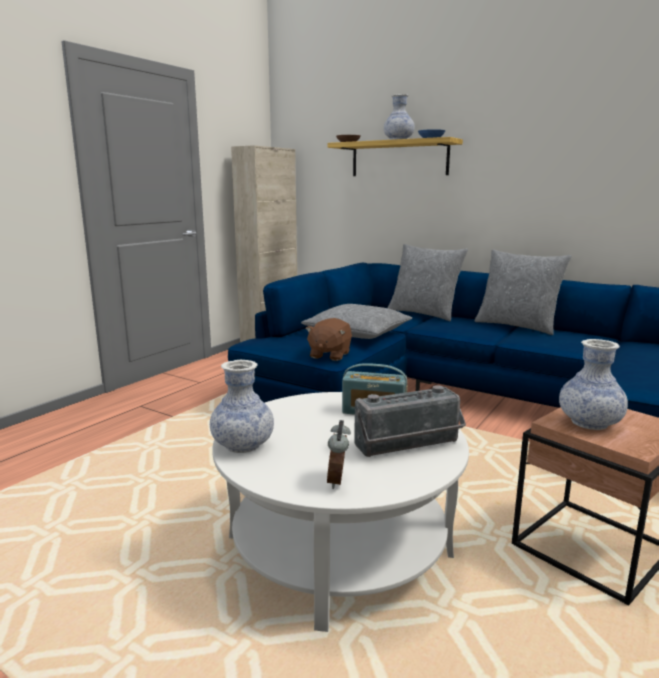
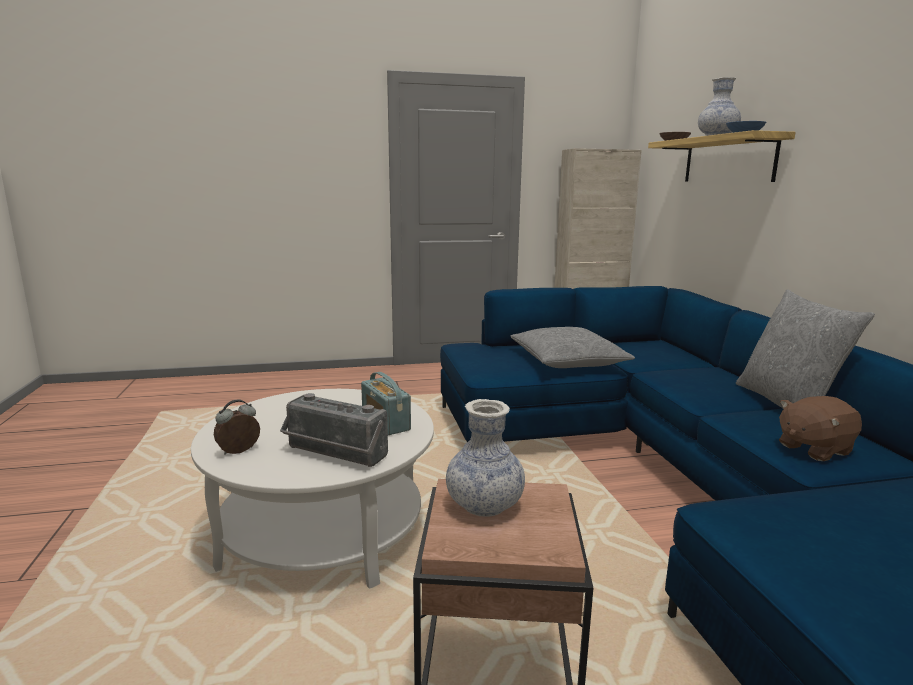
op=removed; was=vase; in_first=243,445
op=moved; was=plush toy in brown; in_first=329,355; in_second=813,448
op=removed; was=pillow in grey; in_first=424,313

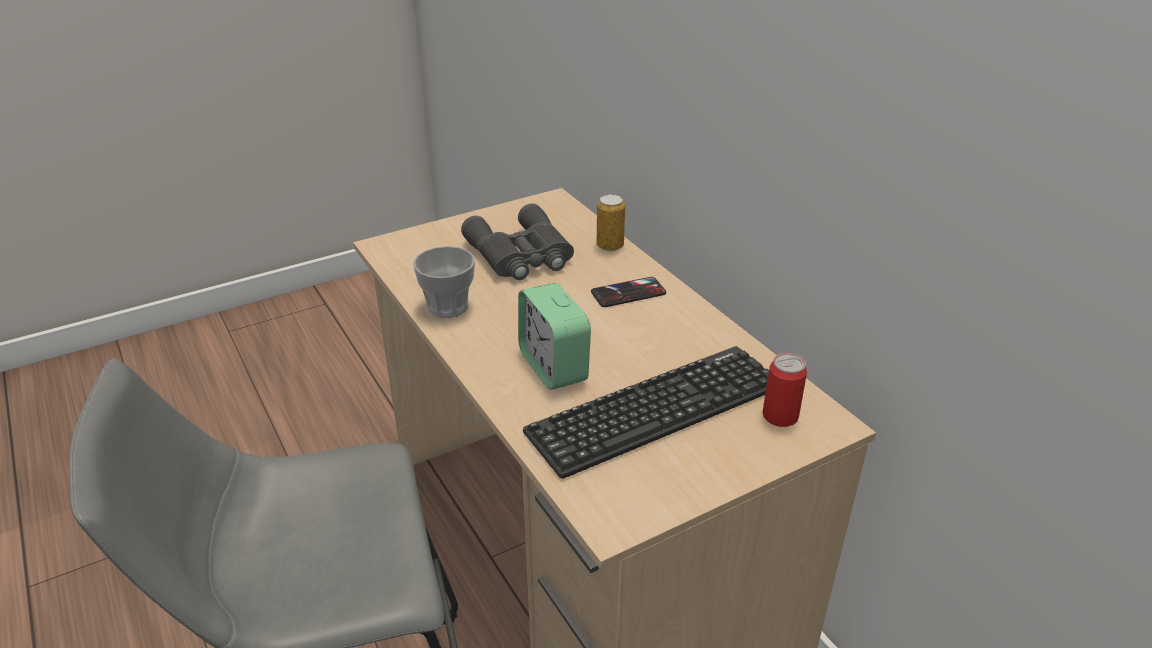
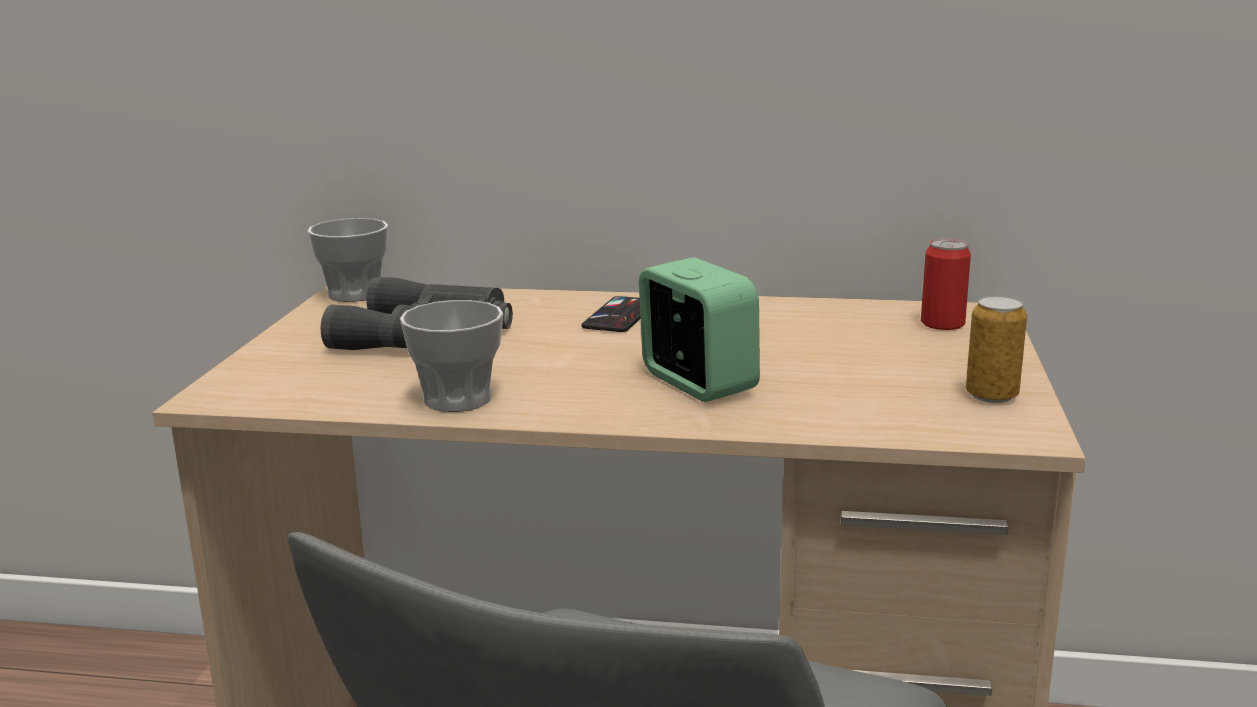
op=turned; was=alarm clock; in_first=553,367; in_second=697,383; clockwise=-135
op=removed; was=keyboard; in_first=656,409
op=moved; was=can; in_first=610,246; in_second=991,395
op=added; now=cup; in_second=354,294

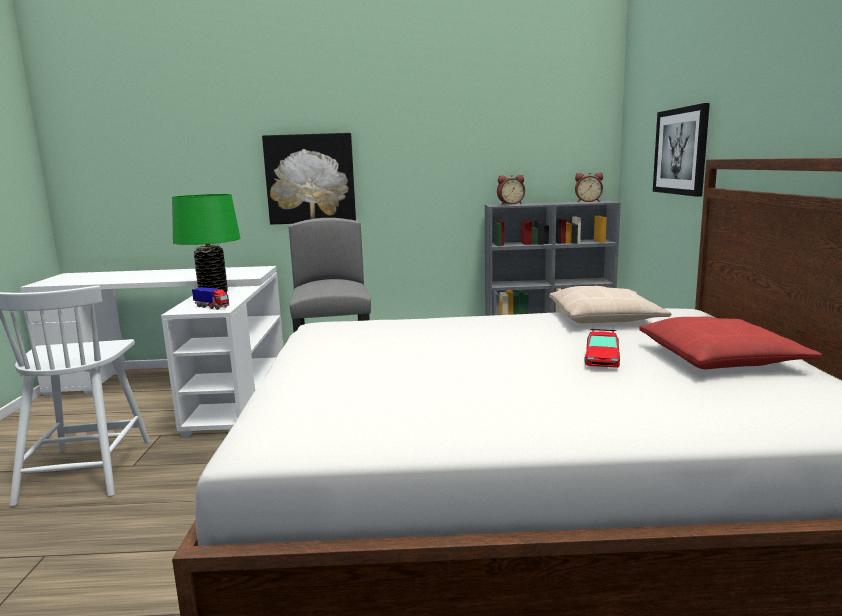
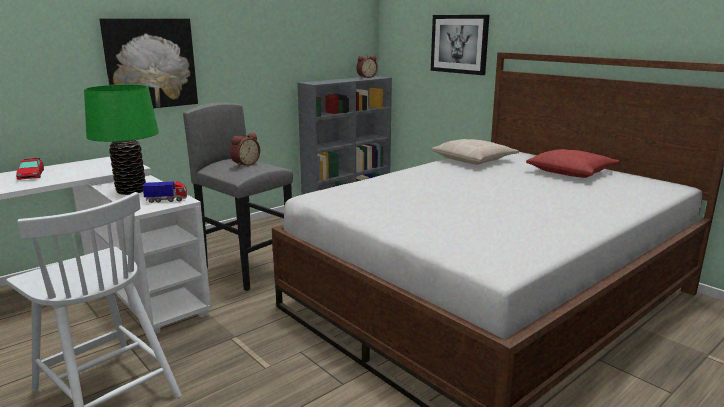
op=moved; was=alarm clock; in_first=510,204; in_second=244,164
op=moved; was=toy car; in_first=601,358; in_second=31,175

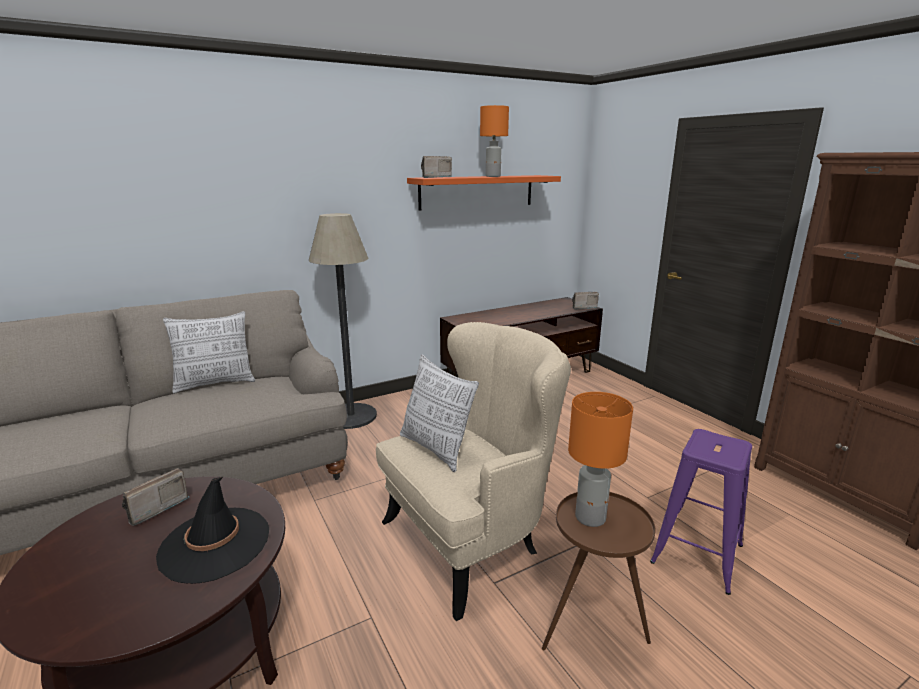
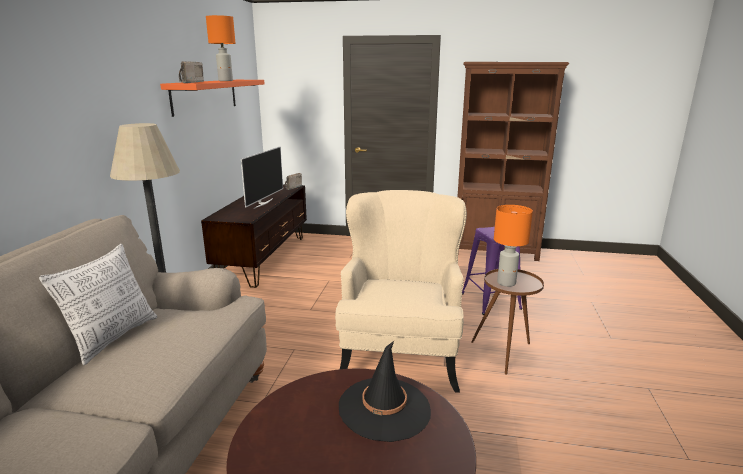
op=removed; was=radio; in_first=154,509
op=removed; was=pillow; in_first=436,448
op=added; now=television; in_second=263,203

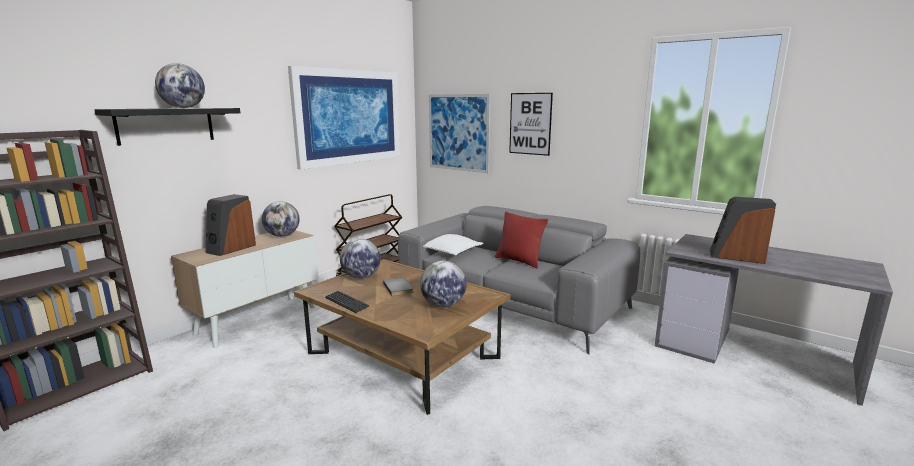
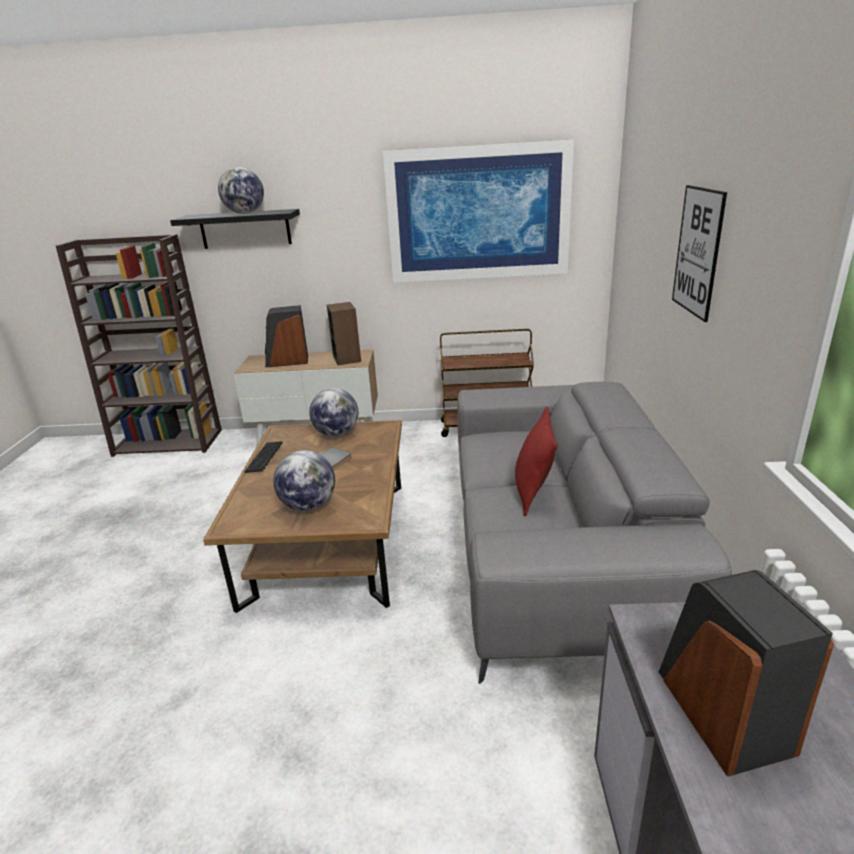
op=replaced; was=globe; now=speaker; in_first=282,235; in_second=347,358
op=removed; was=pillow in white; in_first=451,251
op=removed; was=picture; in_first=458,132

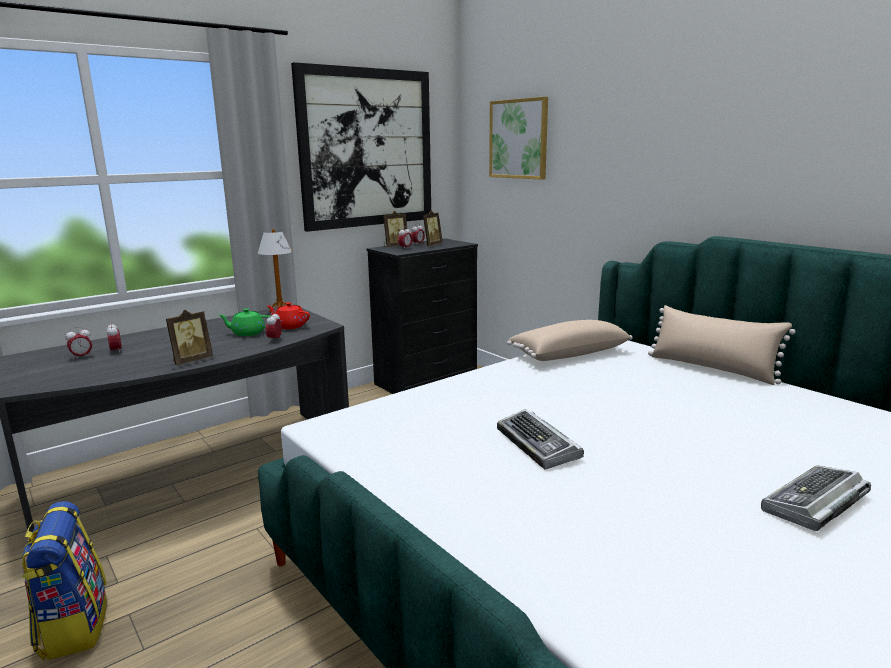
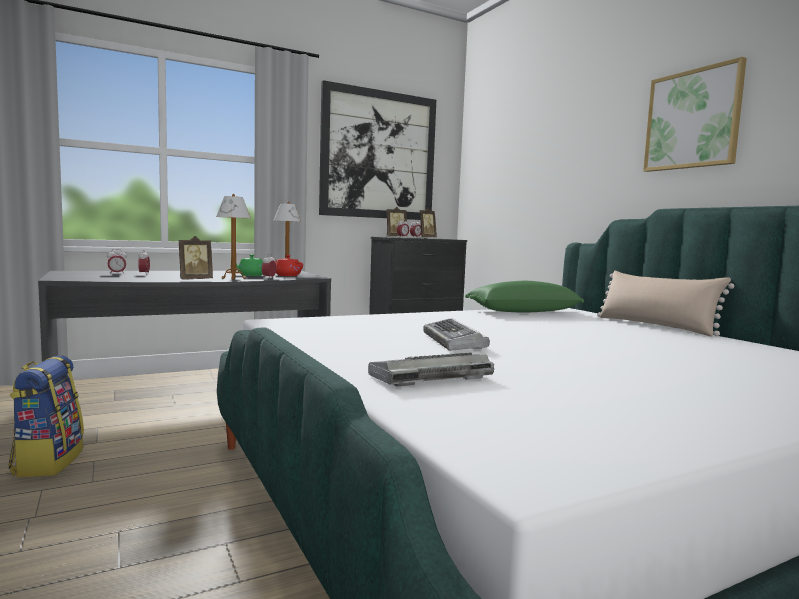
op=moved; was=picture; in_first=519,139; in_second=692,119
op=recoloured; was=pillow in beige; now=pillow in green; in_first=568,353; in_second=522,311
op=moved; was=keyboard; in_first=814,504; in_second=429,378
op=added; now=table lamp; in_second=233,278

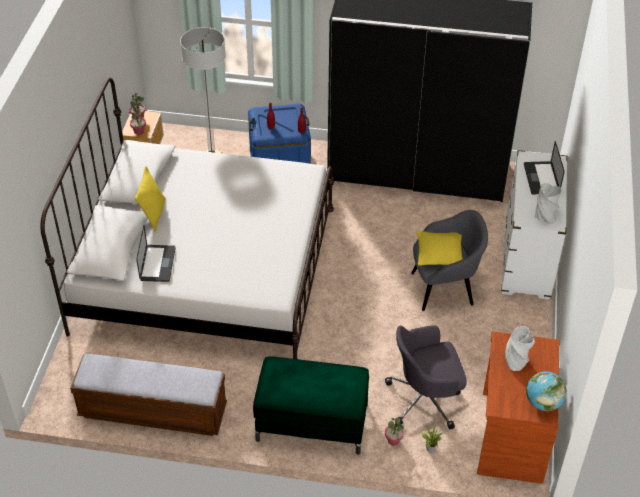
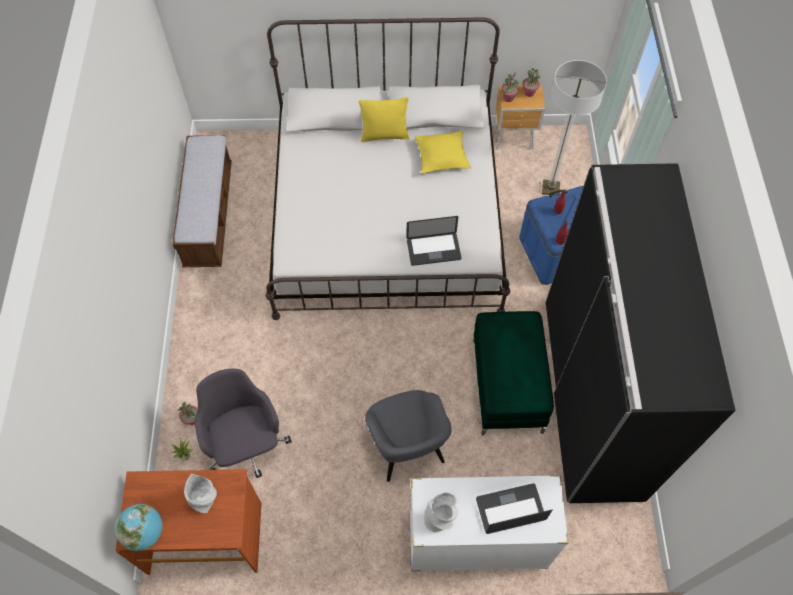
op=moved; was=laptop; in_first=157,264; in_second=433,250
op=moved; was=ottoman in green; in_first=311,423; in_second=506,384
op=moved; was=pillow in yellow; in_first=439,253; in_second=441,156

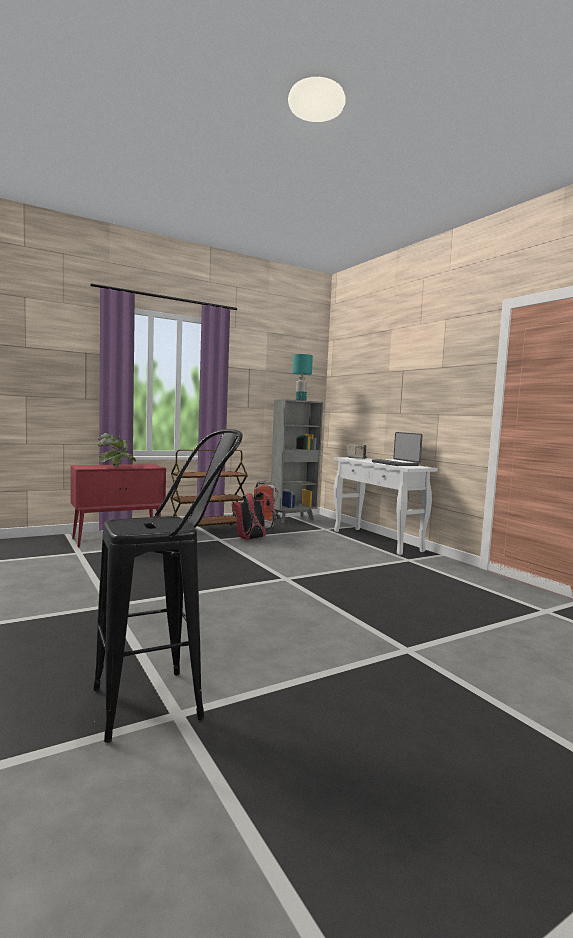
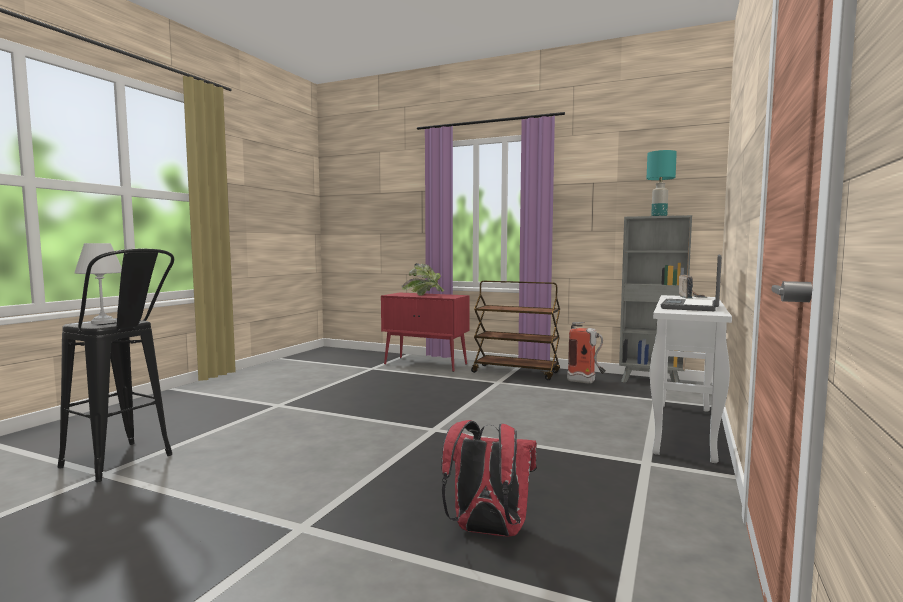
op=moved; was=backpack in red; in_first=251,539; in_second=487,531
op=added; now=table lamp in white; in_second=101,322

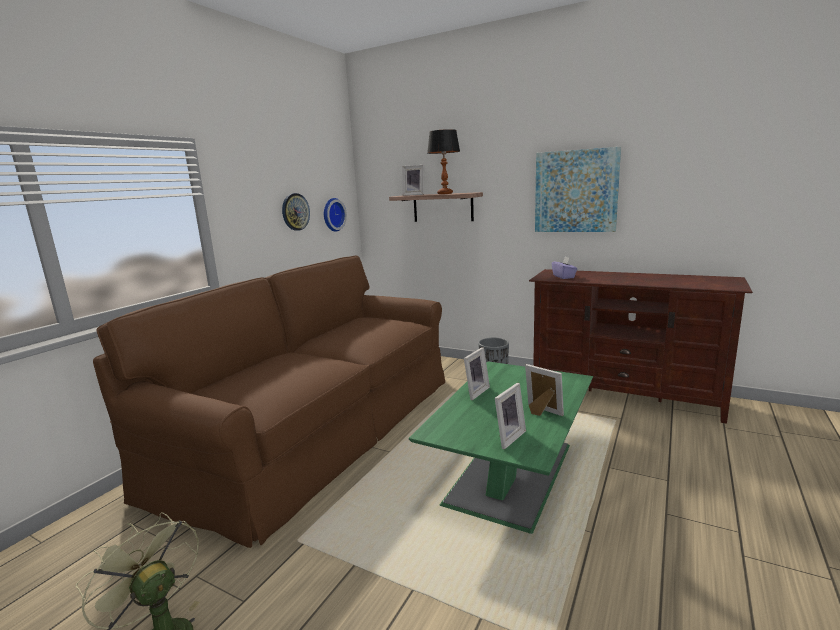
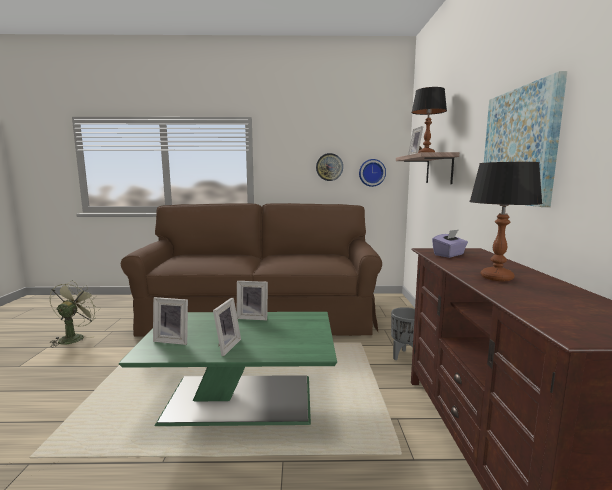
op=added; now=table lamp; in_second=497,278

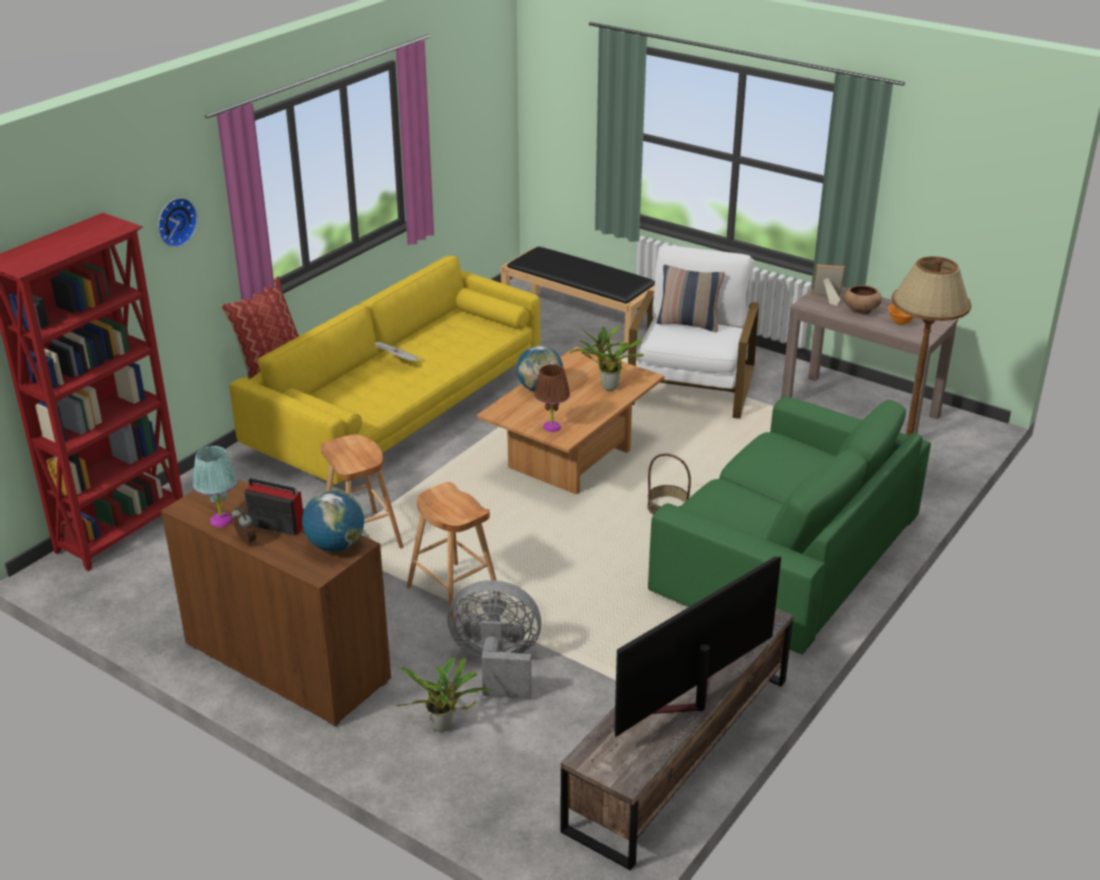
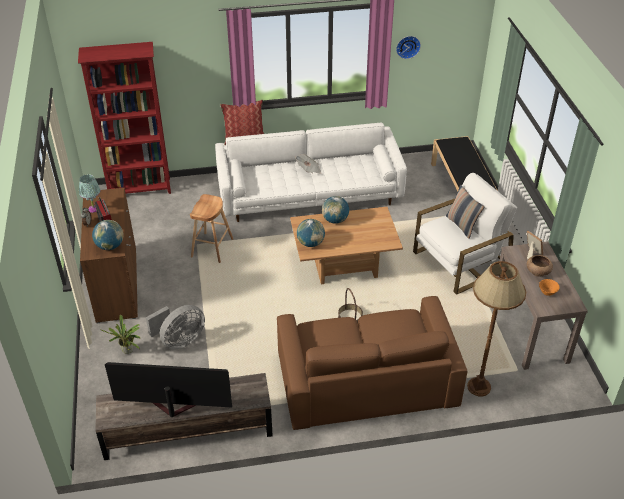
op=moved; was=wall clock; in_first=174,221; in_second=407,46
op=recoloured; was=sofa in yellow; now=sofa in white; in_first=399,411; in_second=309,194
op=removed; was=stool in brown; in_first=454,593
op=turned; was=fan in grey; in_first=497,665; in_second=179,340; clockwise=90
op=replaced; was=table lamp in brown; now=globe; in_first=552,427; in_second=310,243
op=removed; was=potted plant; in_first=607,386
op=recoloured; was=sofa in green; now=sofa in brown; in_first=785,555; in_second=366,379

